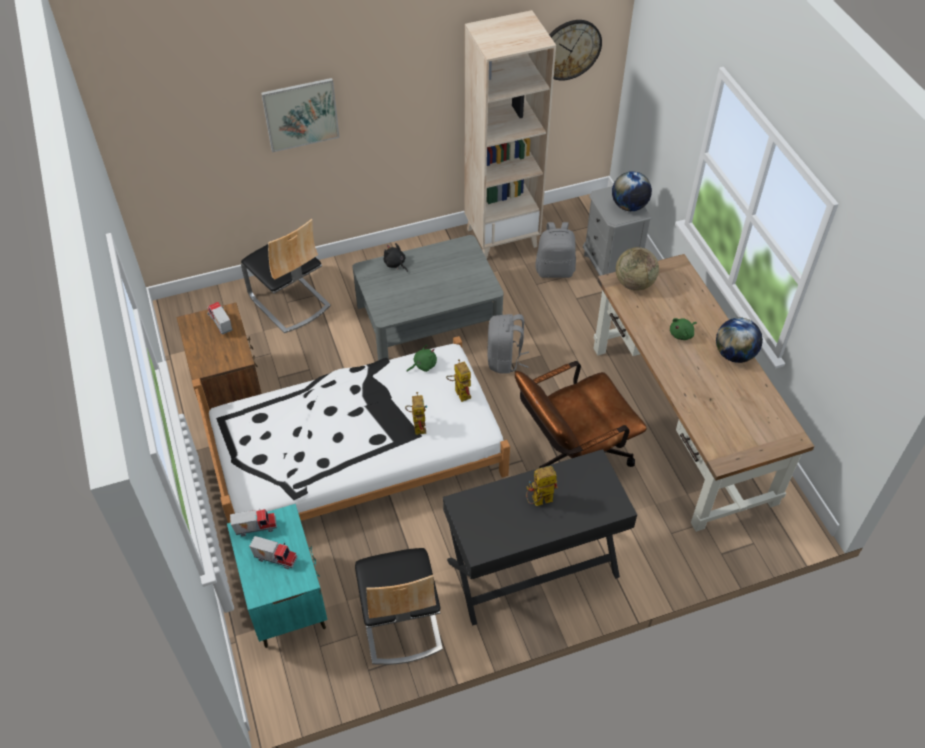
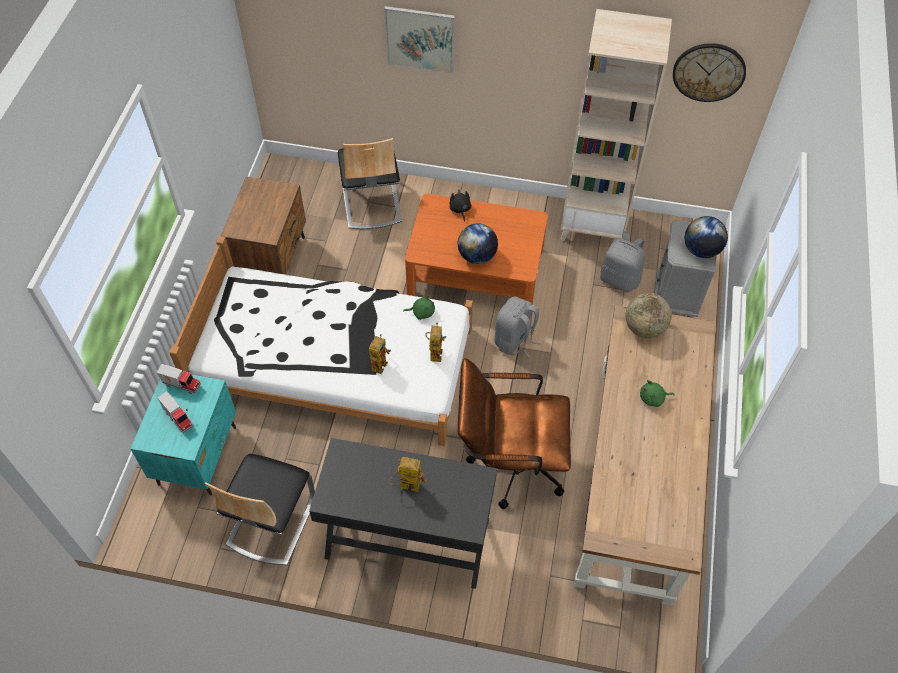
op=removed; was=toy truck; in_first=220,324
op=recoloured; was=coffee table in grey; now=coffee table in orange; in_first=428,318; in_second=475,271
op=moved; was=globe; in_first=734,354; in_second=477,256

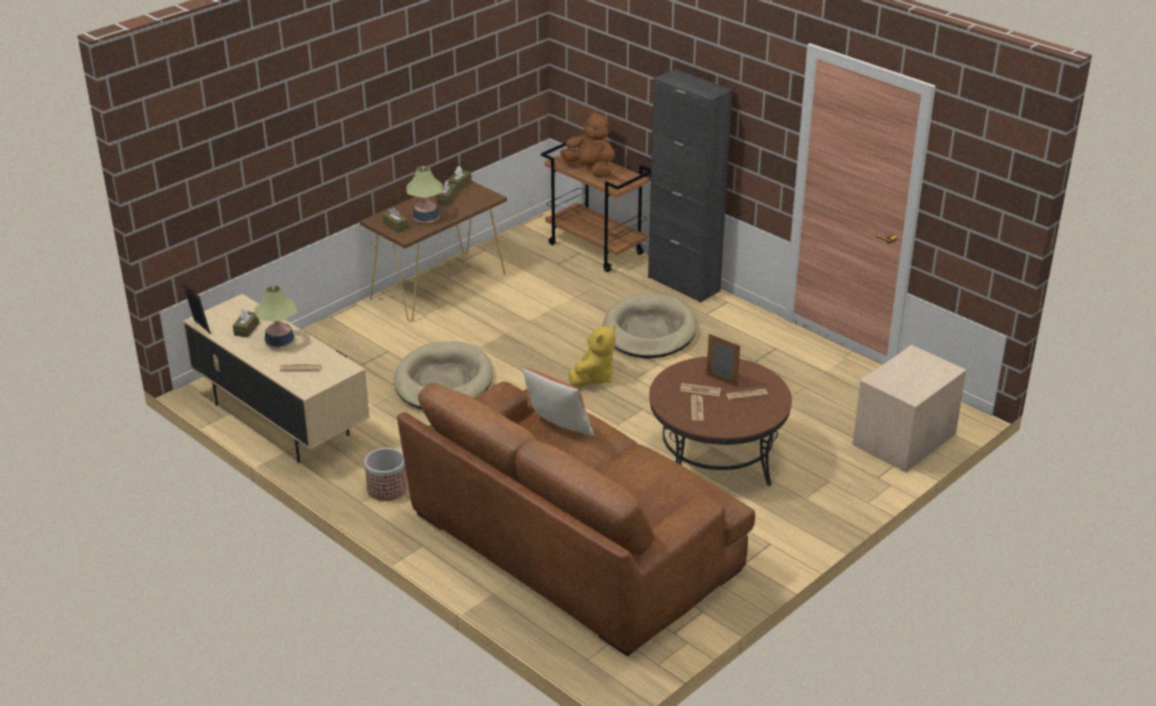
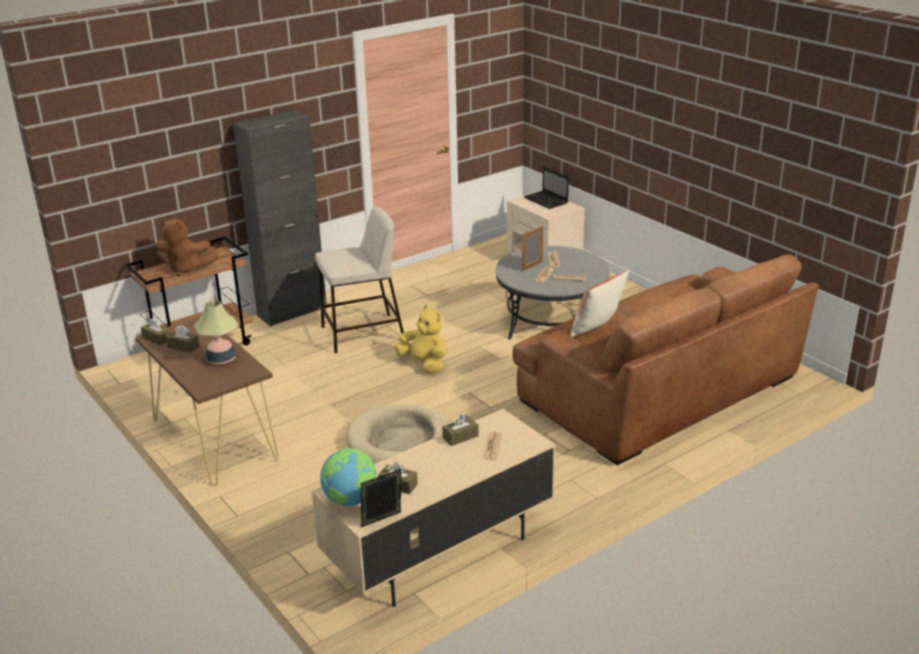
op=removed; was=table lamp; in_first=280,342
op=removed; was=planter; in_first=386,489
op=moved; was=tissue box in brown; in_first=395,226; in_second=460,437
op=turned; was=plush toy in brown; in_first=590,169; in_second=186,269; clockwise=-120
op=replaced; was=dog bed in beige; now=stool in beige; in_first=649,331; in_second=362,333
op=recoloured; was=coffee table in brown; now=coffee table in grey; in_first=716,455; in_second=551,322
op=added; now=globe; in_second=351,500
op=added; now=laptop; in_second=546,200

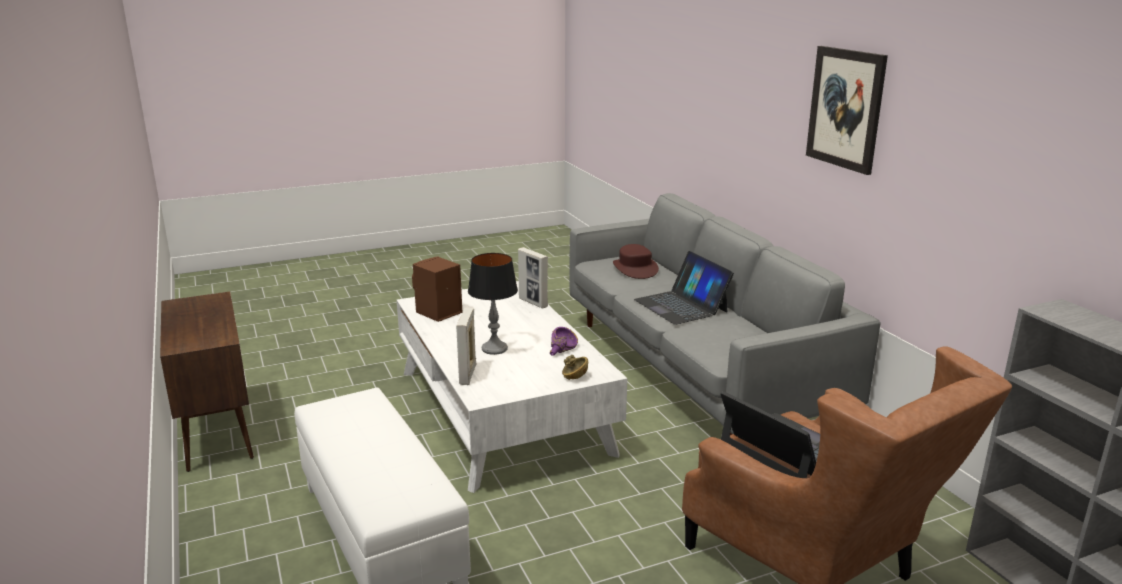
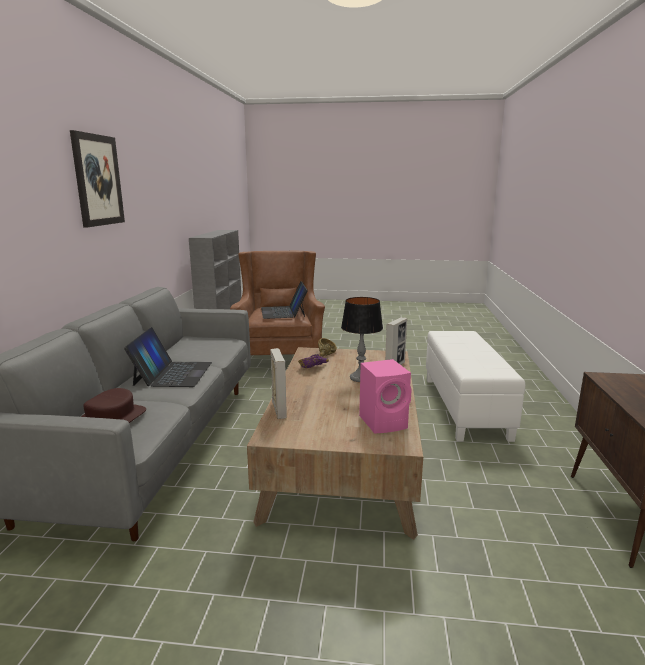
op=recoloured; was=coffee table in white; now=coffee table in brown; in_first=502,411; in_second=344,457
op=recoloured; was=speaker in brown; now=speaker in pink; in_first=437,313; in_second=384,422

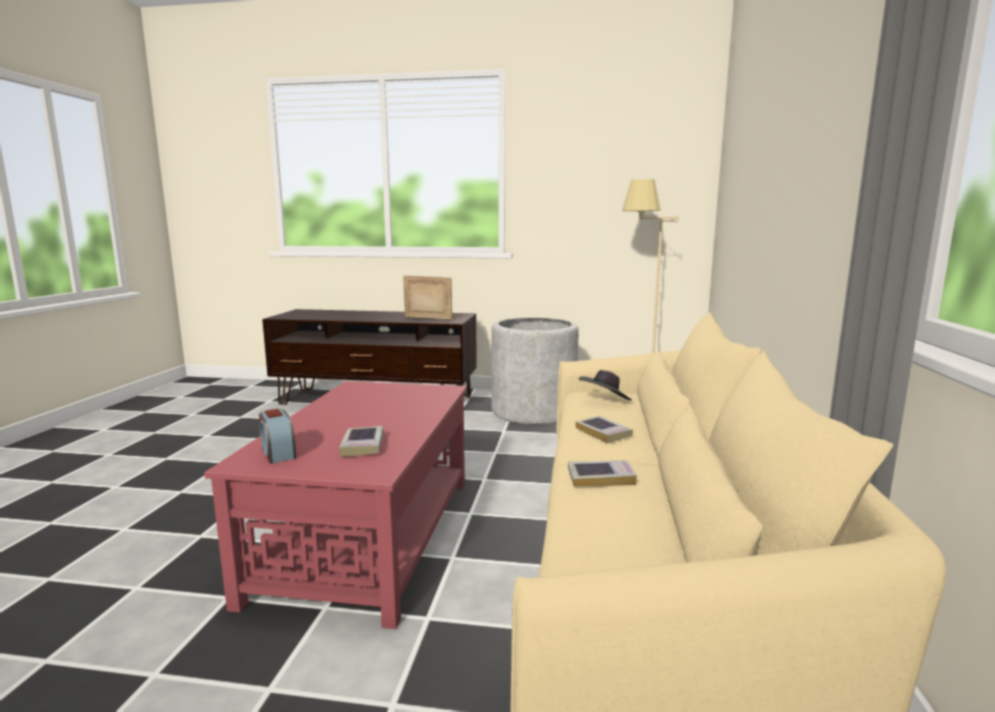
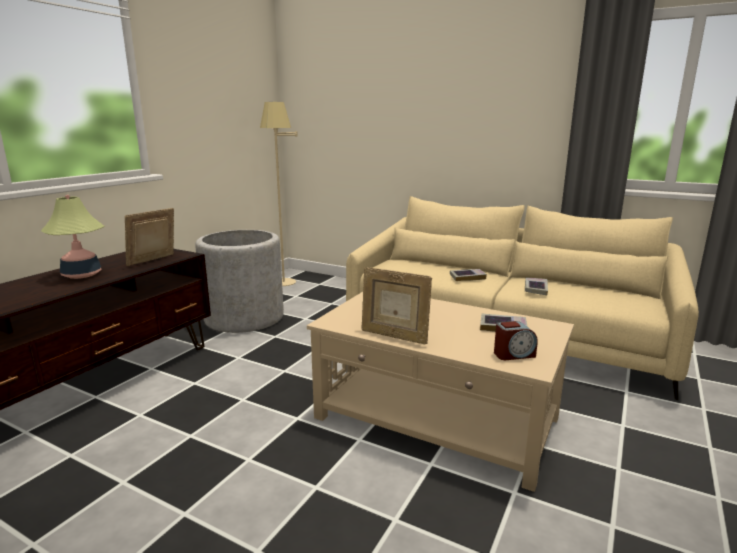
op=recoloured; was=coffee table in red; now=coffee table in beige; in_first=367,536; in_second=437,418
op=removed; was=hat in black; in_first=605,401
op=added; now=table lamp; in_second=82,274
op=added; now=picture frame; in_second=394,336

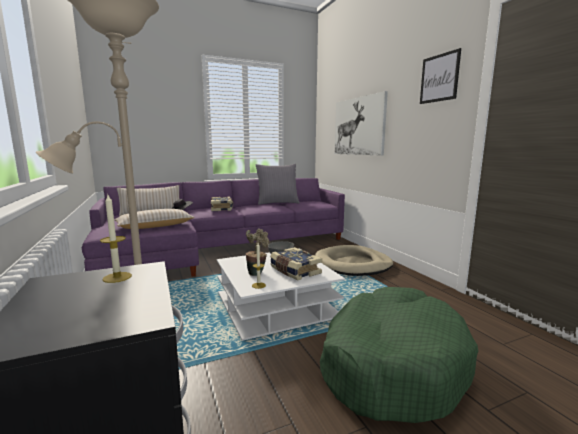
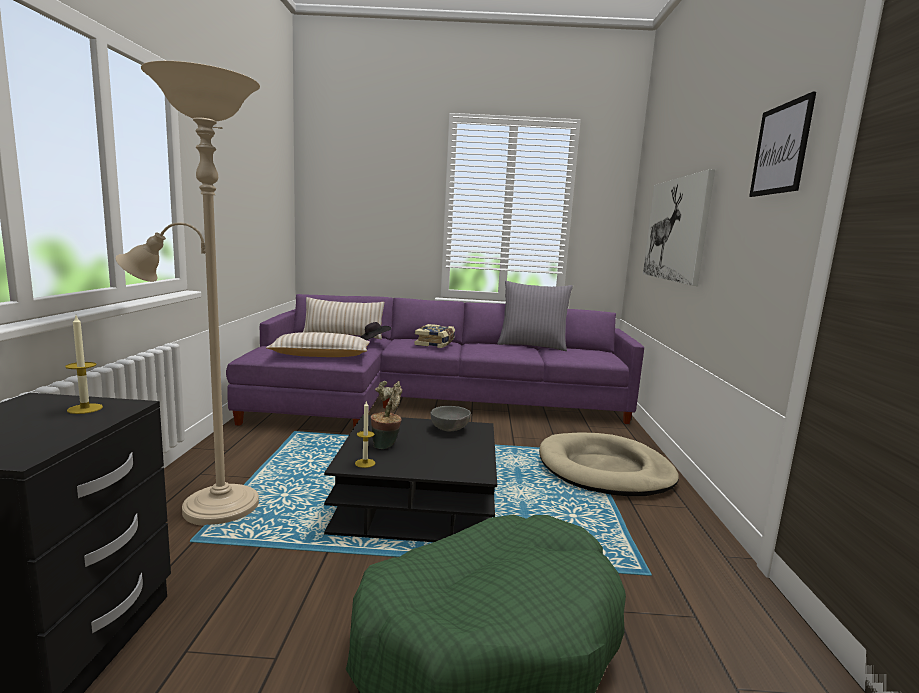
op=recoloured; was=coffee table in white; now=coffee table in black; in_first=276,305; in_second=417,501
op=removed; was=book; in_first=294,271

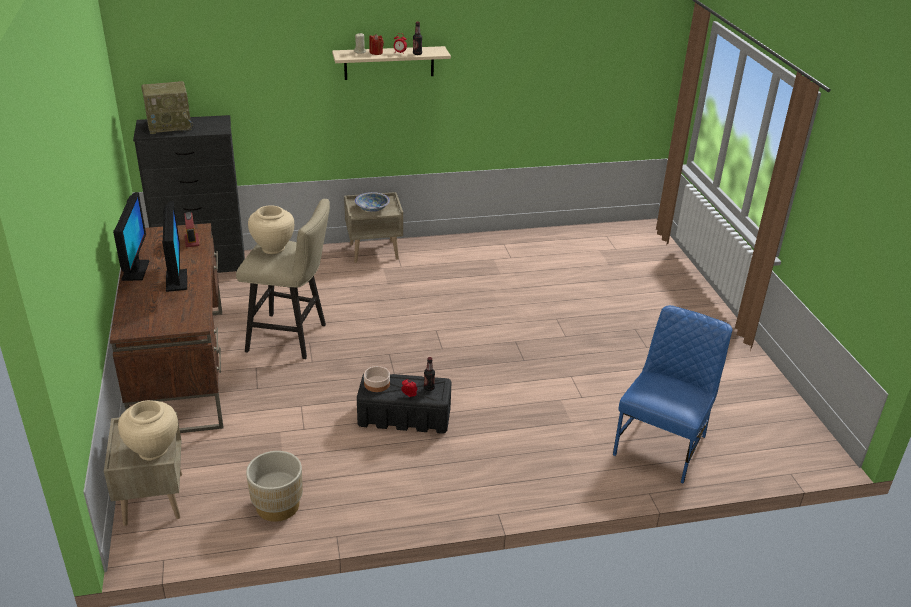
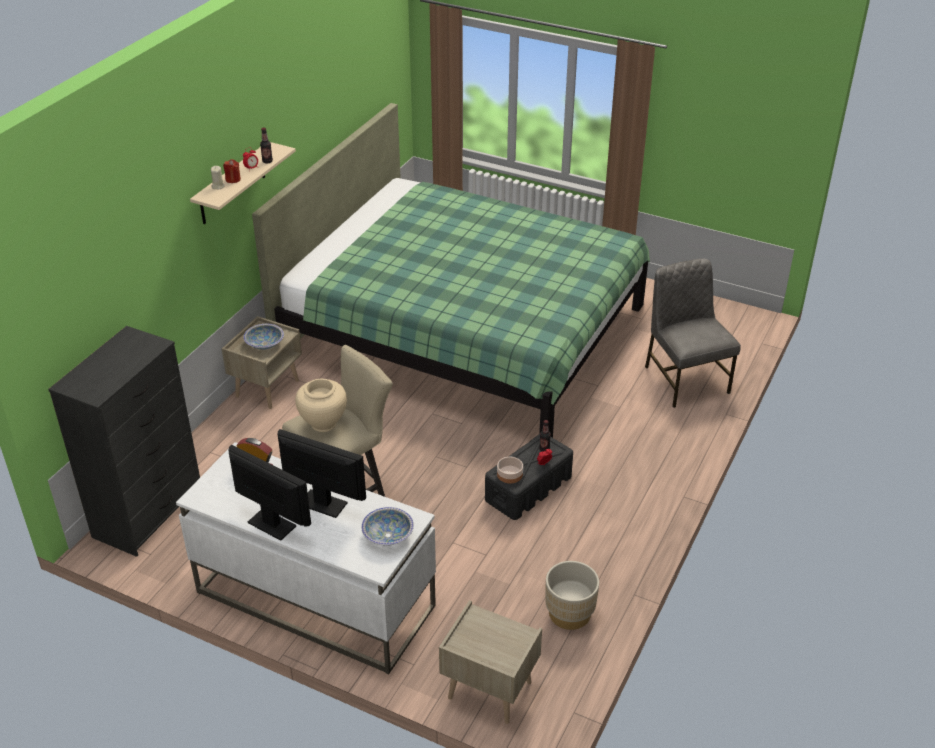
op=recoloured; was=desk in brown; now=desk in white; in_first=181,369; in_second=314,599
op=removed; was=vase in beige; in_first=153,450
op=removed; was=radio; in_first=170,125
op=recoloured; was=chair in blue; now=chair in grey; in_first=662,445; in_second=685,379
op=added; now=bed in green; in_second=464,332
op=added; now=bowl; in_second=388,535

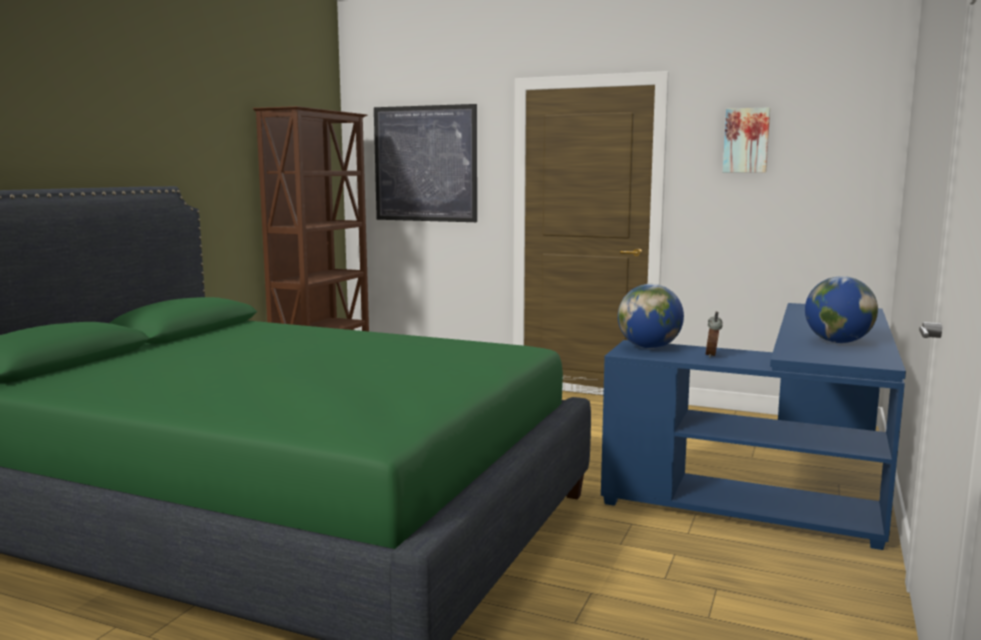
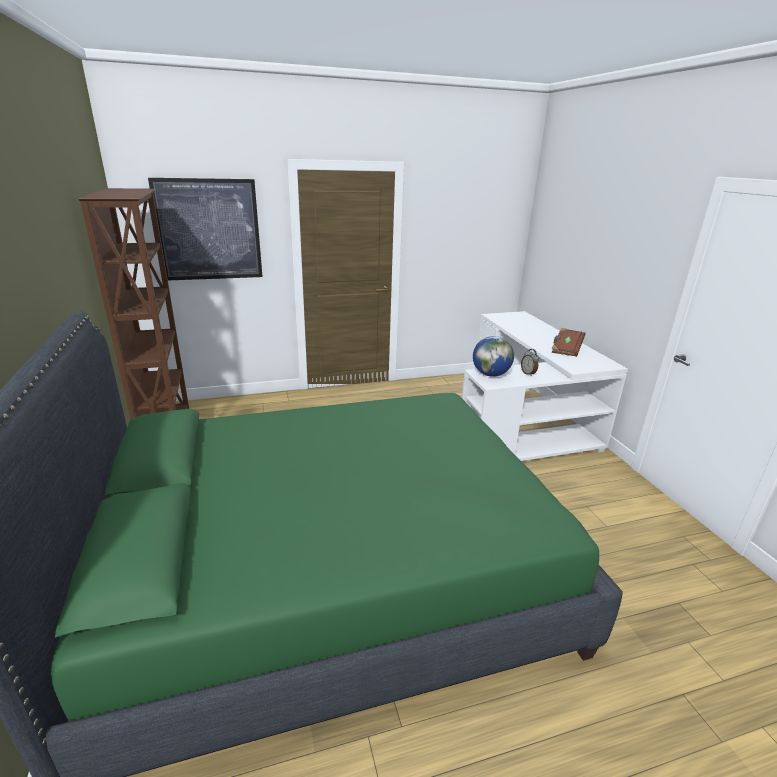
op=recoloured; was=desk in blue; now=desk in white; in_first=787,483; in_second=525,422
op=removed; was=picture; in_first=746,140
op=replaced; was=globe; now=book in brown; in_first=837,342; in_second=566,349

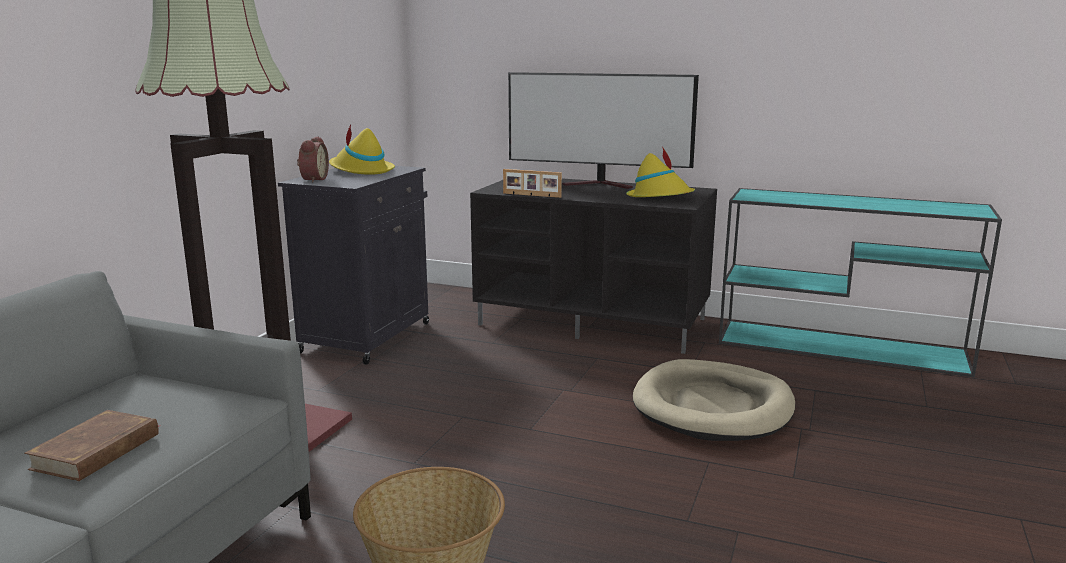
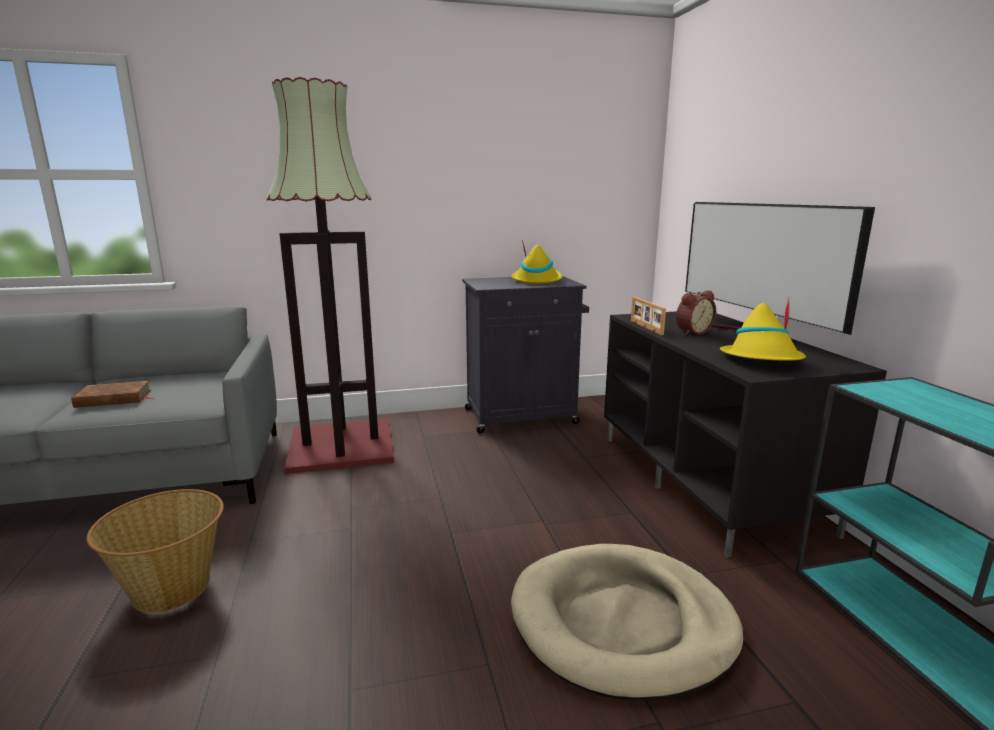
op=moved; was=alarm clock; in_first=312,179; in_second=692,332

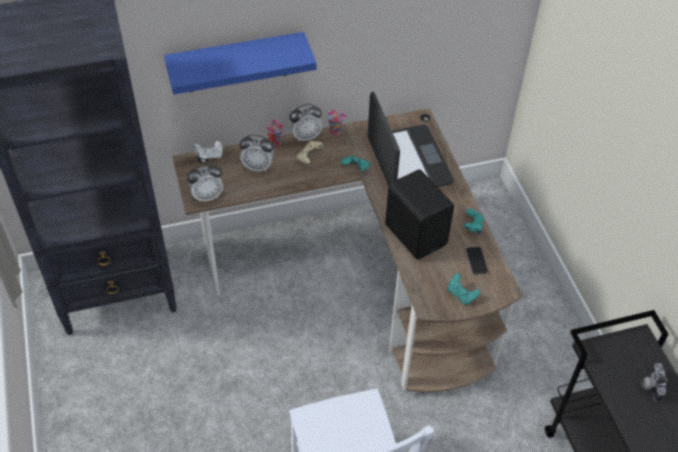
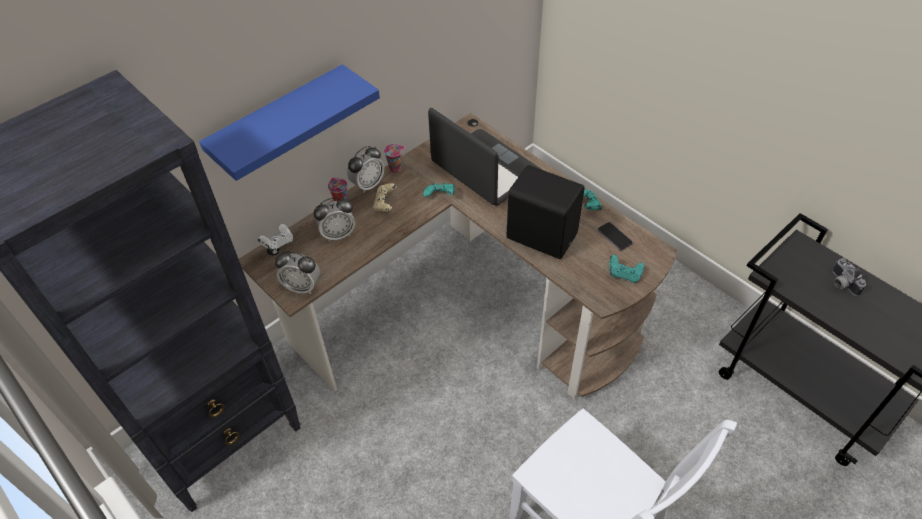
op=turned; was=alarm clock; in_first=207,196; in_second=302,287; clockwise=60

